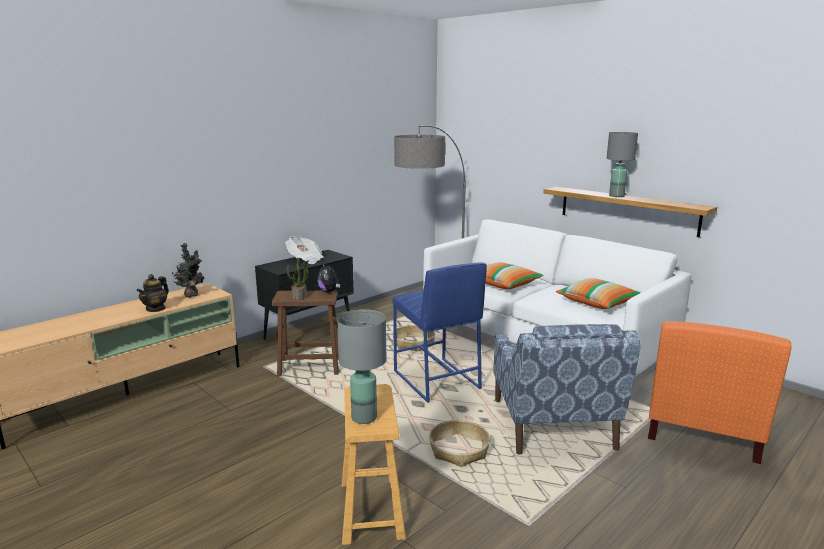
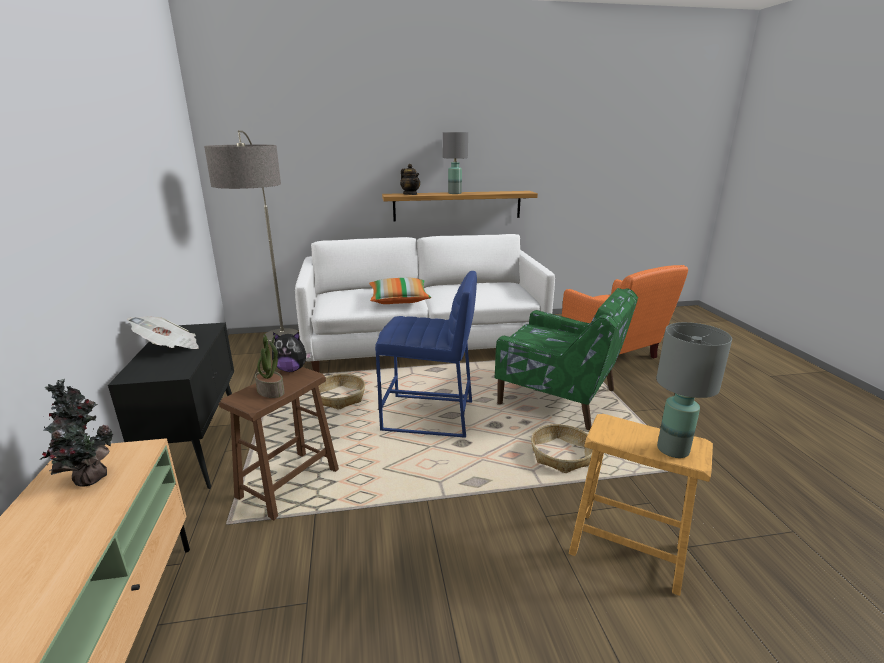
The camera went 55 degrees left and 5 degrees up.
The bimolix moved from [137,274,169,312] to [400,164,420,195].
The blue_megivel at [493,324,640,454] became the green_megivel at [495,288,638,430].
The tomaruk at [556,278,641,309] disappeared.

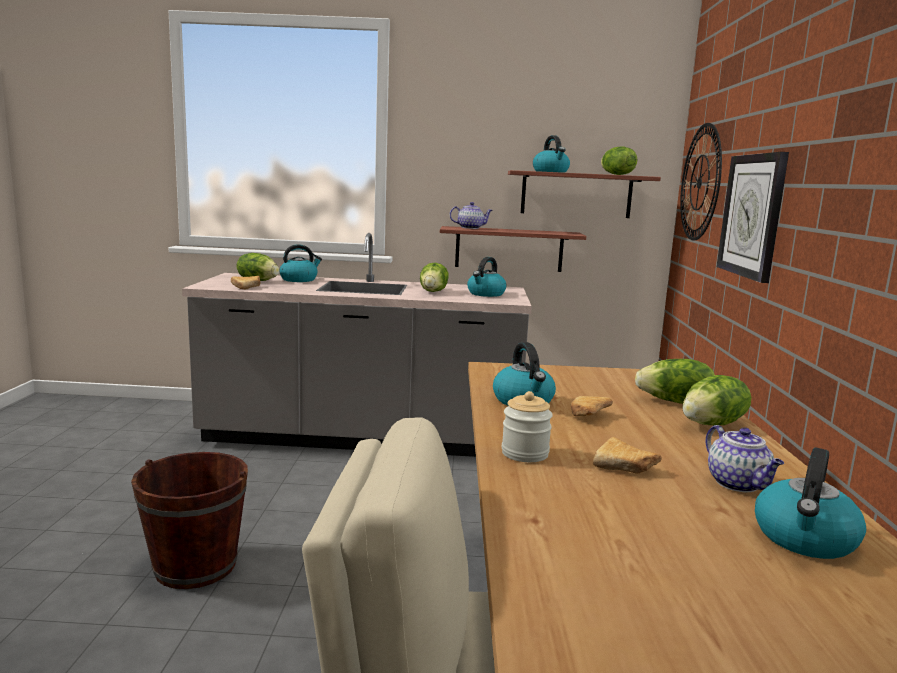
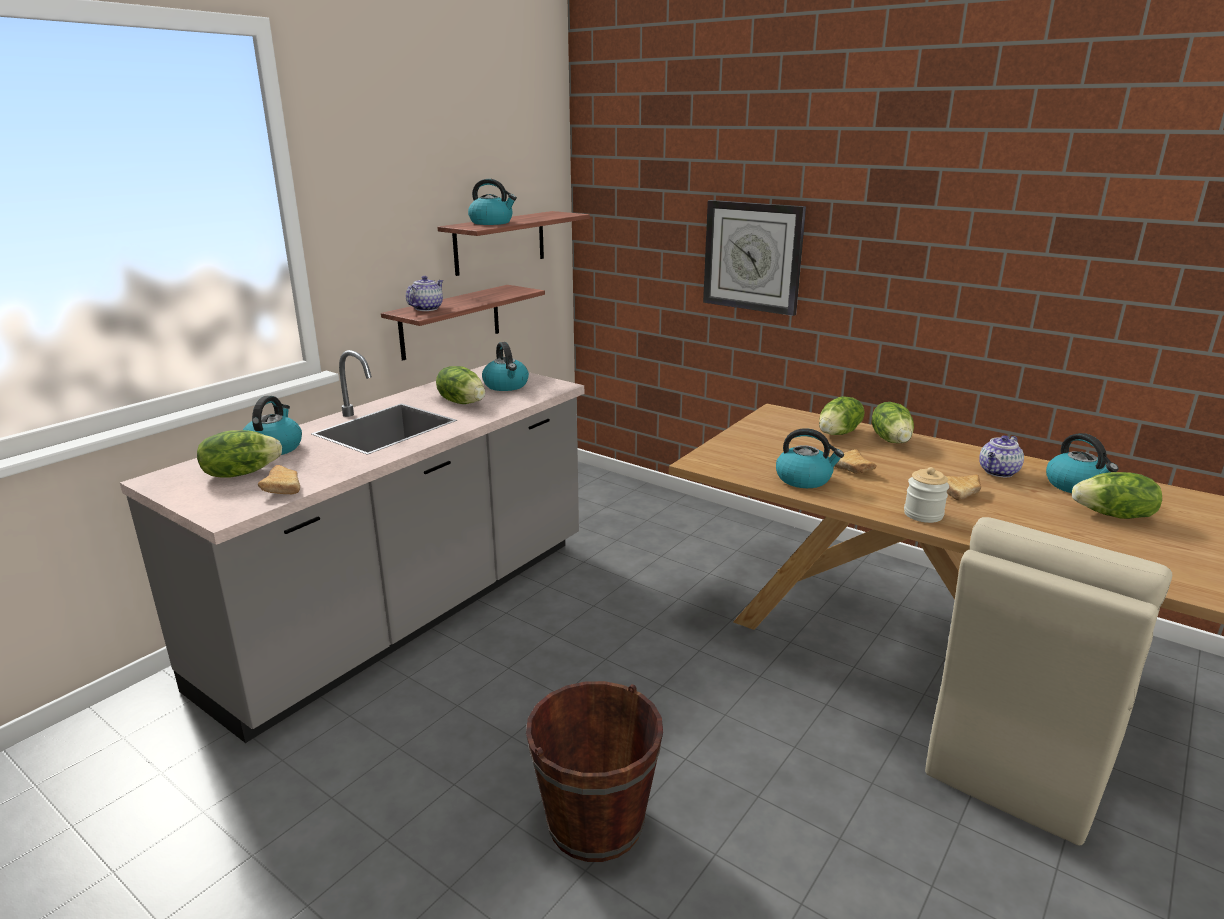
The camera went 55 degrees left and 10 degrees up.
The bimolix at [706,425,784,492] turned 120 degrees clockwise.
The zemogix moved from [601,146,637,175] to [1072,472,1162,519].
The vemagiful at [680,123,722,241] disappeared.

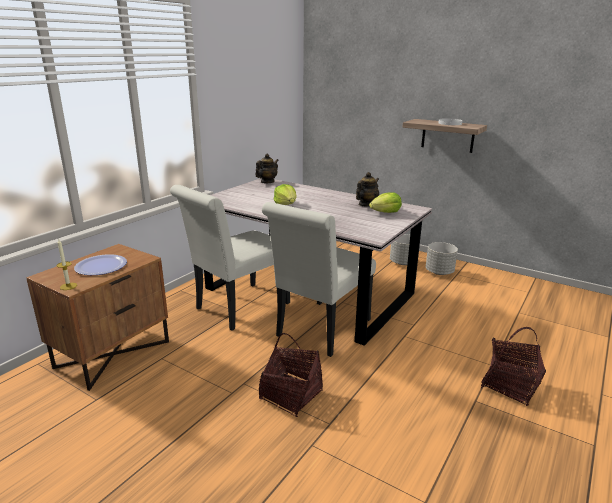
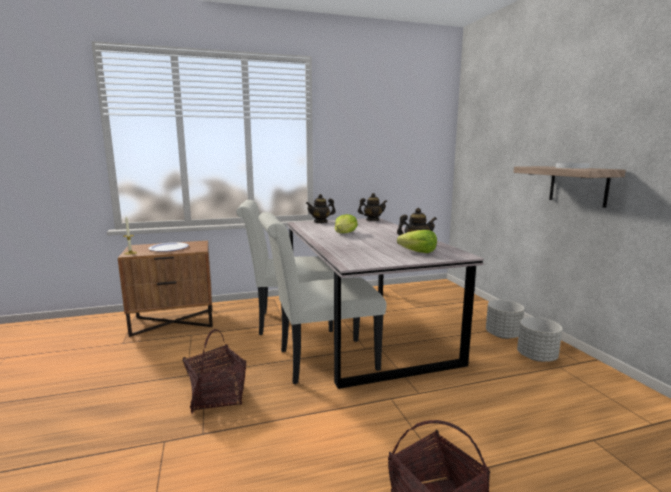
The camera went 40 degrees right and 10 degrees down.
The bimolix at [306,194,336,223] appeared.

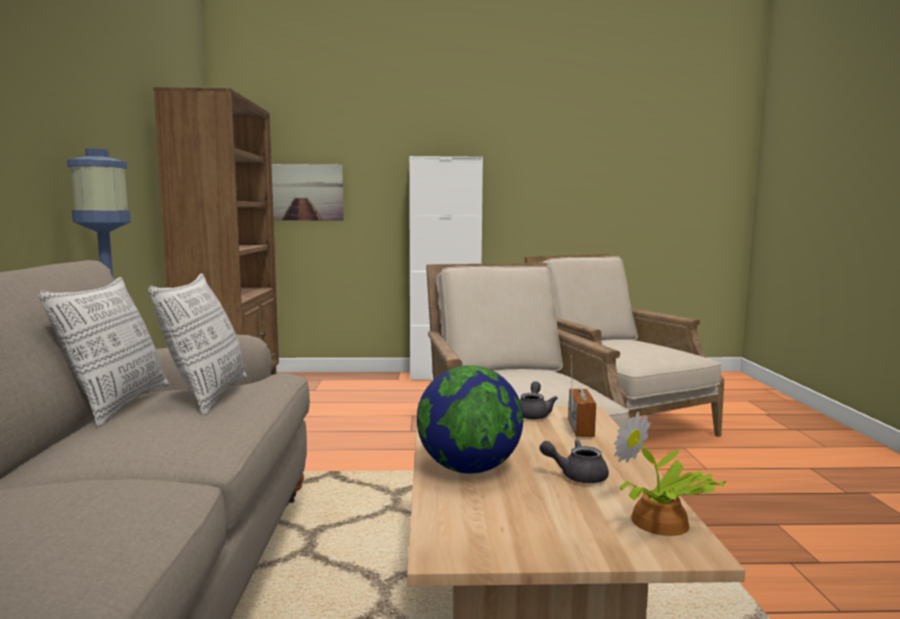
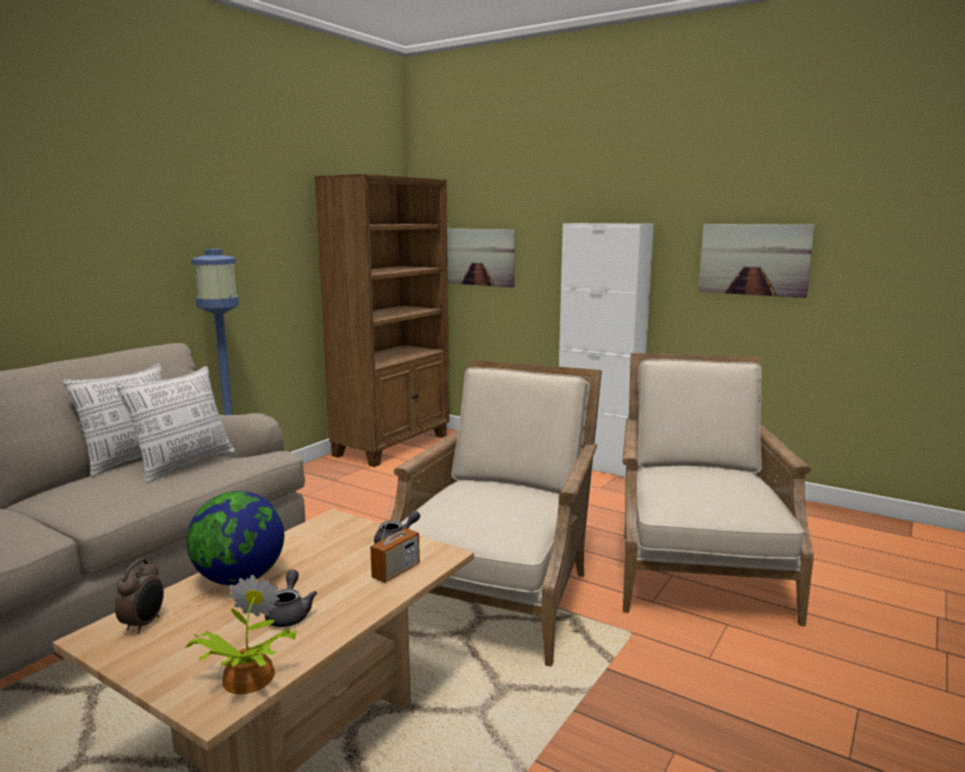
The camera went 35 degrees right and 5 degrees up.
The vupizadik at [115,559,164,634] appeared.
The grey_bimolix at [539,440,609,483] turned 45 degrees clockwise.
The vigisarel at [698,224,815,298] appeared.

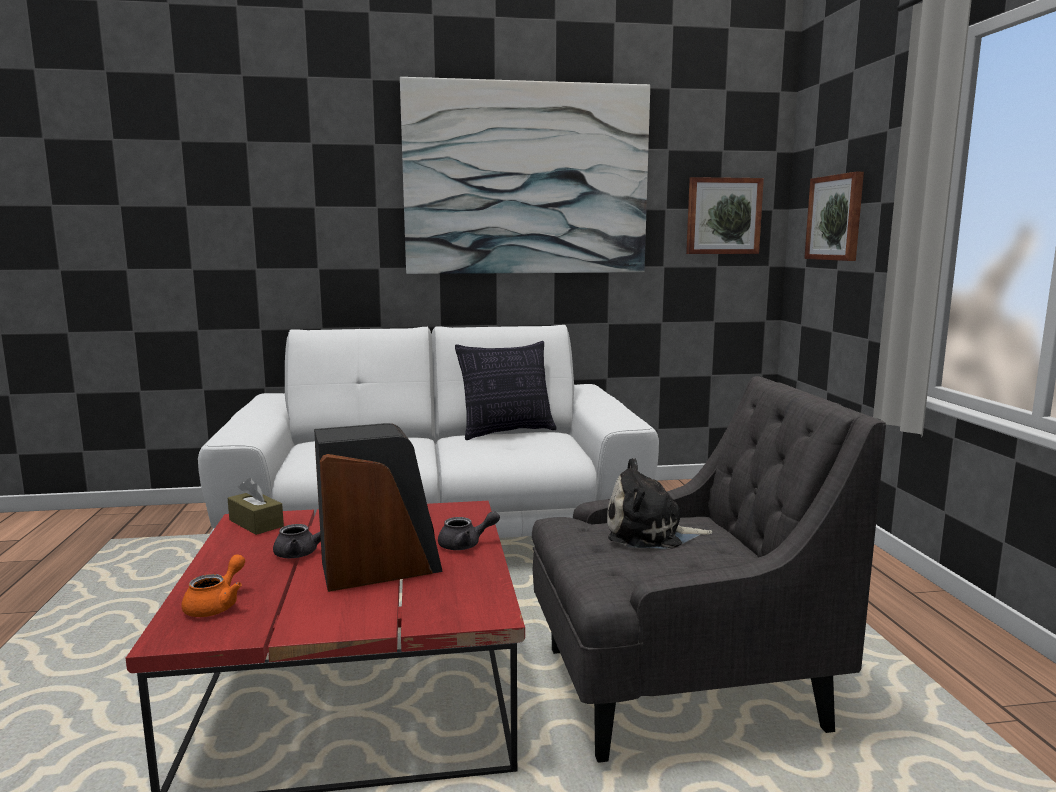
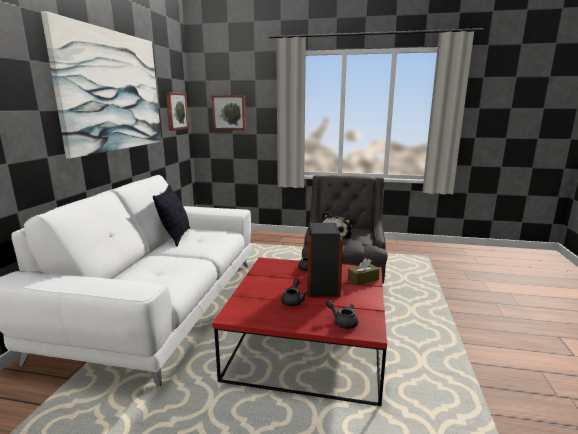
The camera went 70 degrees left and 5 degrees up.
The orange_bimolix at [181,554,245,617] became the grey_bimolix at [326,300,358,329].
The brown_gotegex moved from [228,478,284,535] to [348,258,380,286].

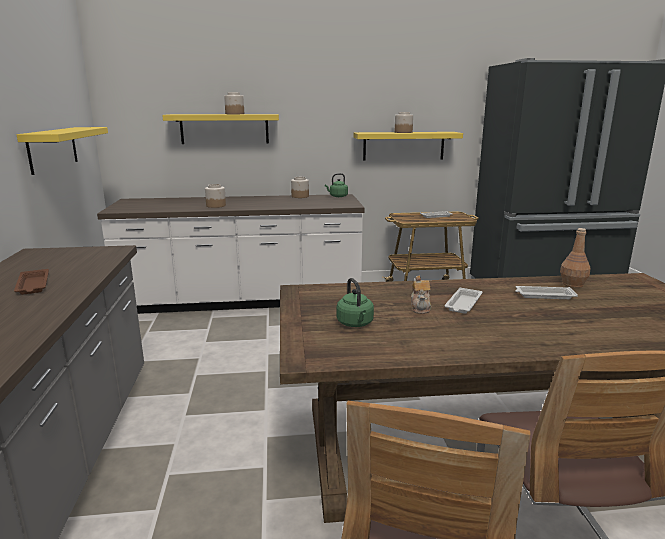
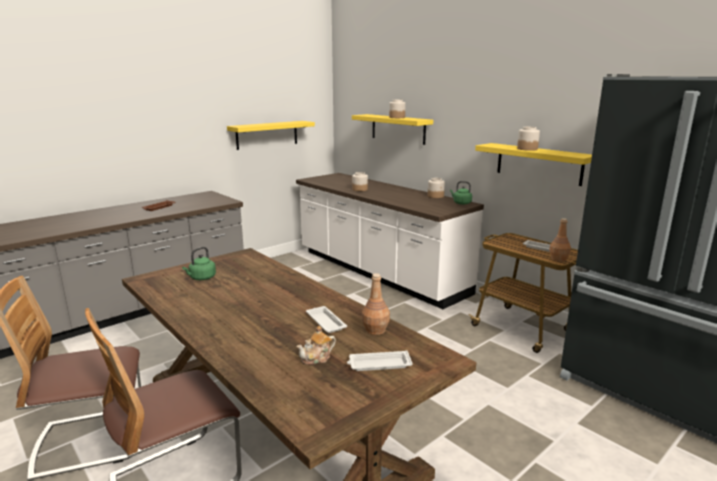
The camera went 55 degrees right and 0 degrees up.
The bimolix moved from [411,276,432,314] to [296,326,336,365].
The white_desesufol moved from [445,288,482,314] to [347,350,413,371].
The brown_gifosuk at [549,218,571,262] appeared.

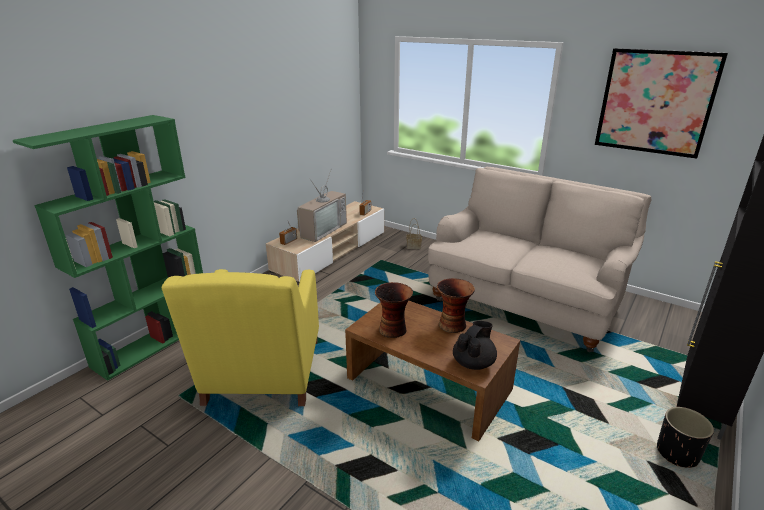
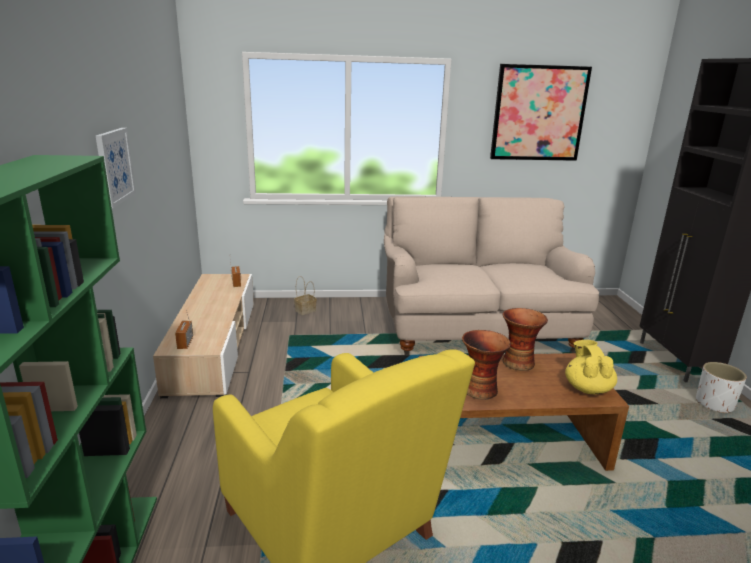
The camera went 40 degrees left and 5 degrees down.
The vigisarel at [96,128,136,209] appeared.
The black_bimolix at [453,321,497,370] became the yellow_bimolix at [565,340,617,394].
The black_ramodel at [657,407,714,468] became the white_ramodel at [696,362,747,413].
The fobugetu at [297,170,347,242] disappeared.

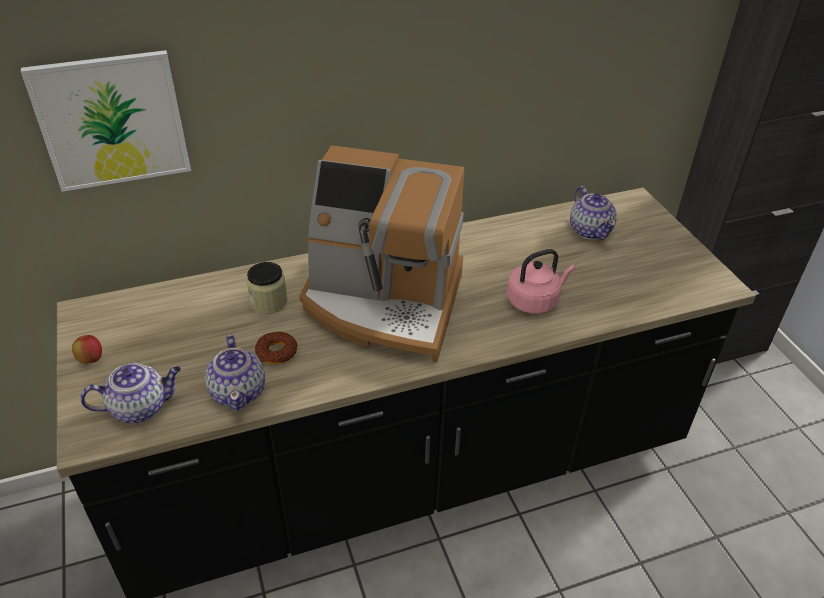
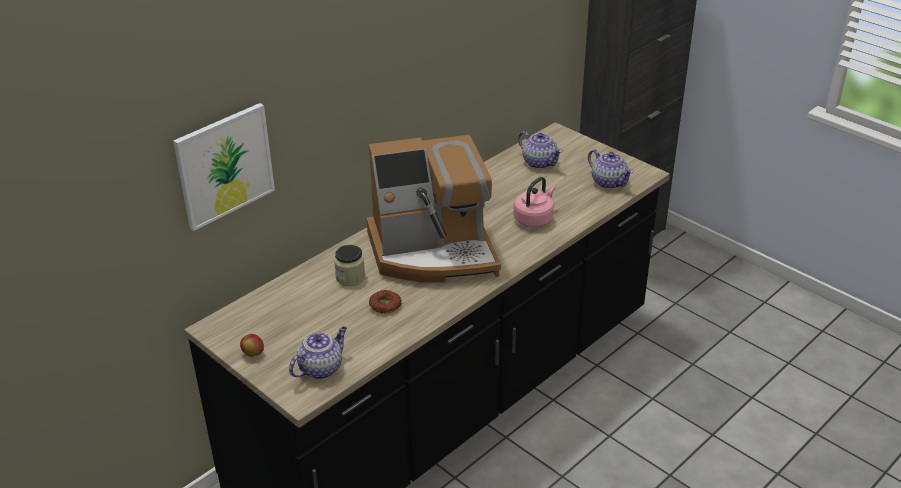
The camera went 25 degrees left and 5 degrees down.
The bimolix moved from [205,335,265,411] to [588,149,634,189].

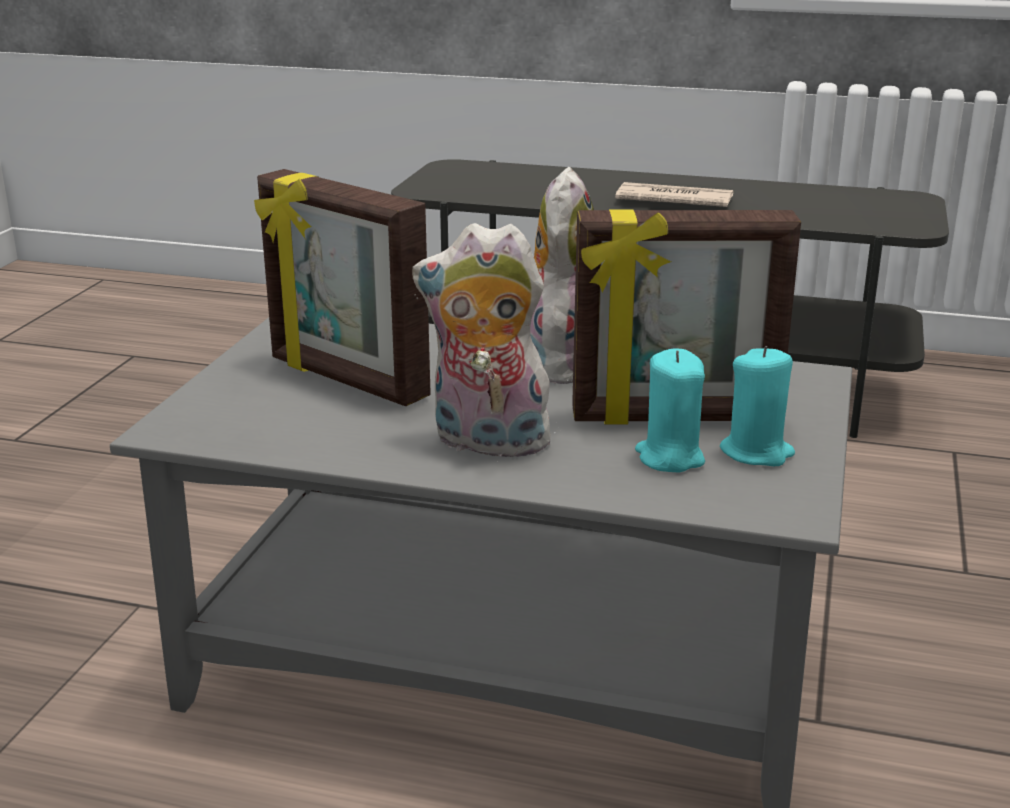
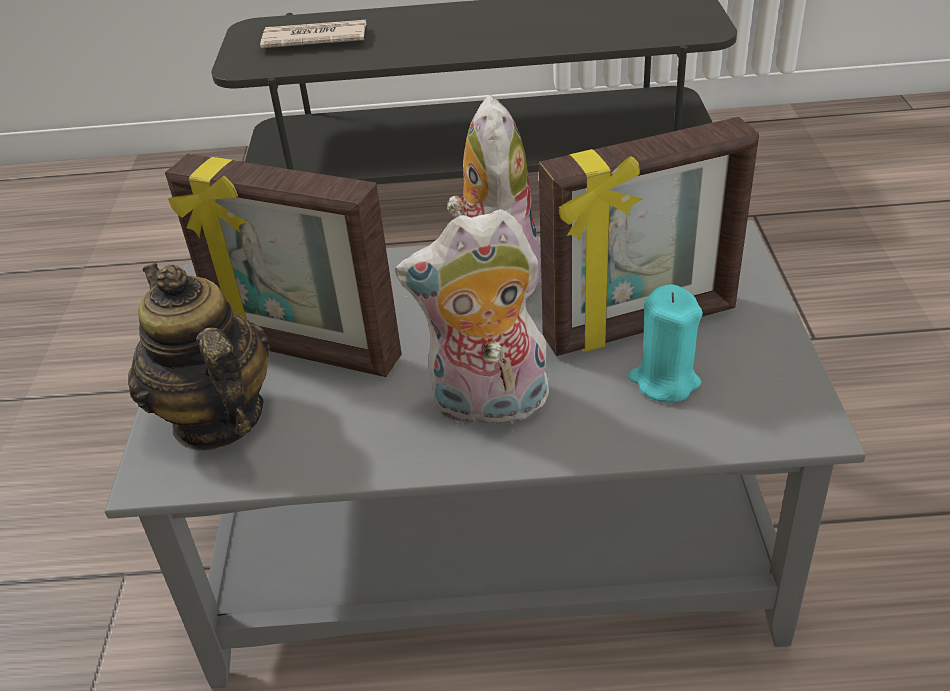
The camera went 15 degrees left and 15 degrees up.
The bimolix at [128,263,270,451] appeared.
The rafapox moved from [615,182,734,207] to [260,20,366,48].
The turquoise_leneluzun at [720,346,795,466] disappeared.

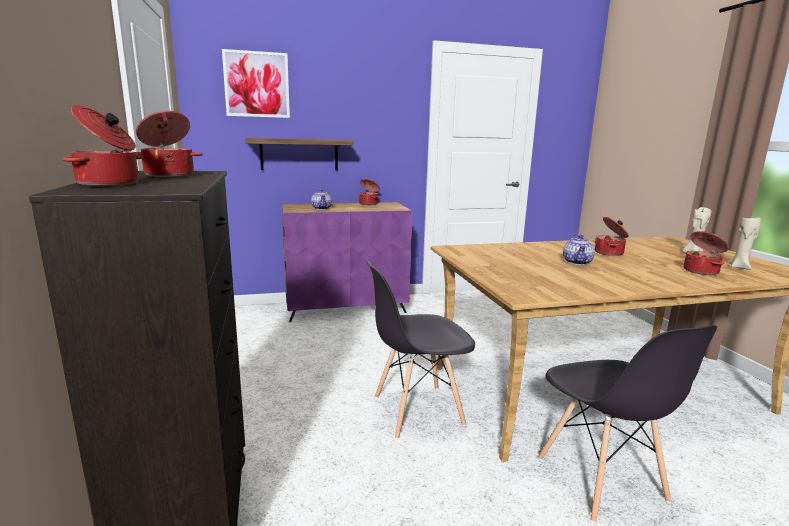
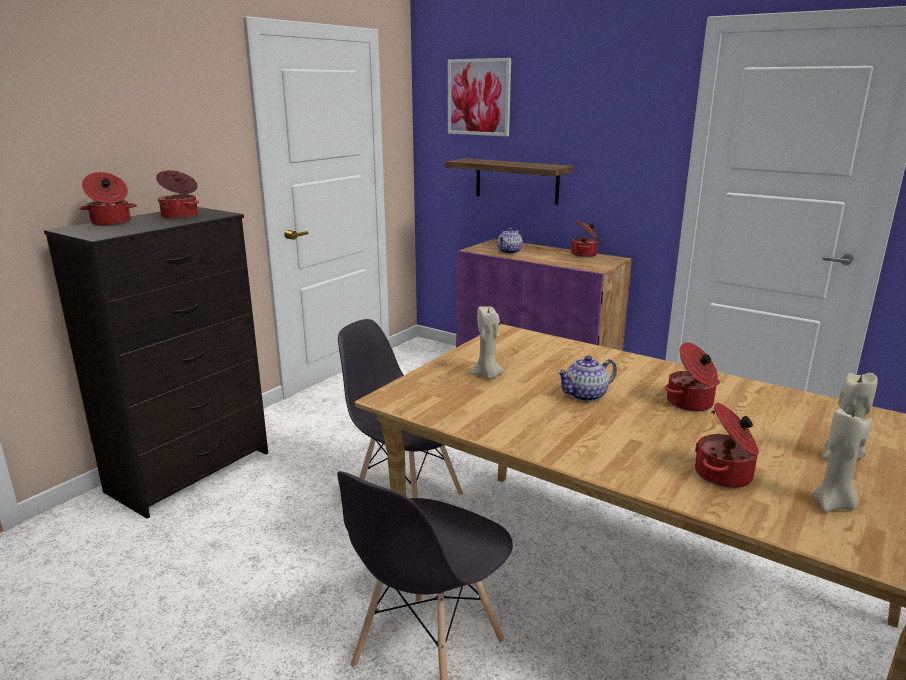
The camera went 50 degrees right and 5 degrees up.
The beige_leneluzun at [470,306,504,379] appeared.

